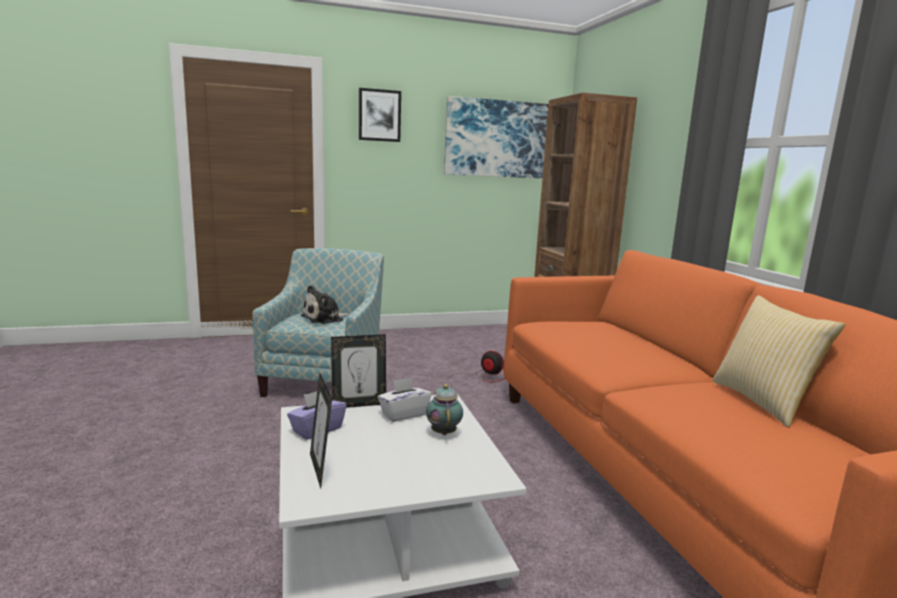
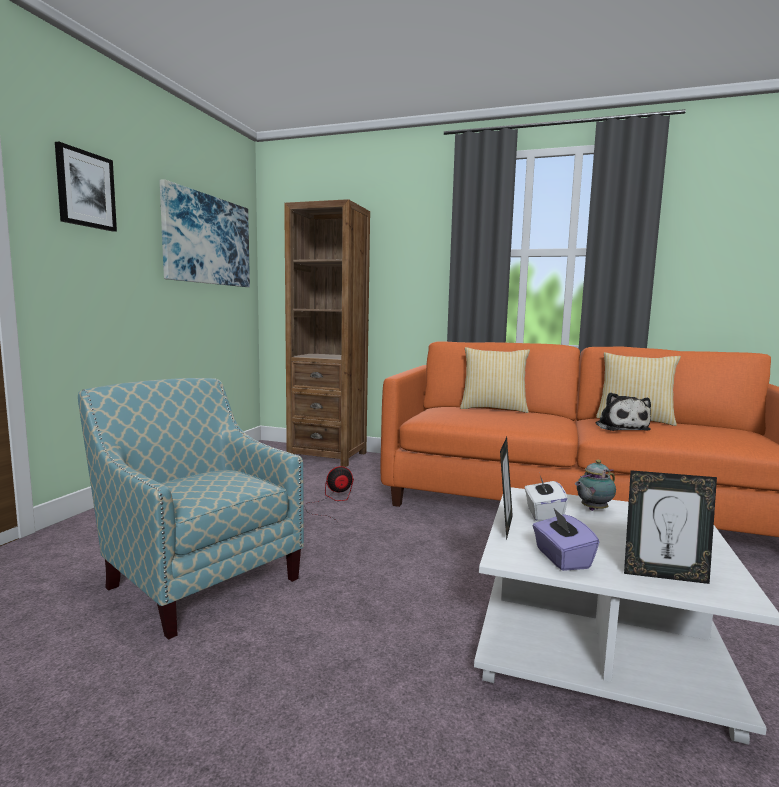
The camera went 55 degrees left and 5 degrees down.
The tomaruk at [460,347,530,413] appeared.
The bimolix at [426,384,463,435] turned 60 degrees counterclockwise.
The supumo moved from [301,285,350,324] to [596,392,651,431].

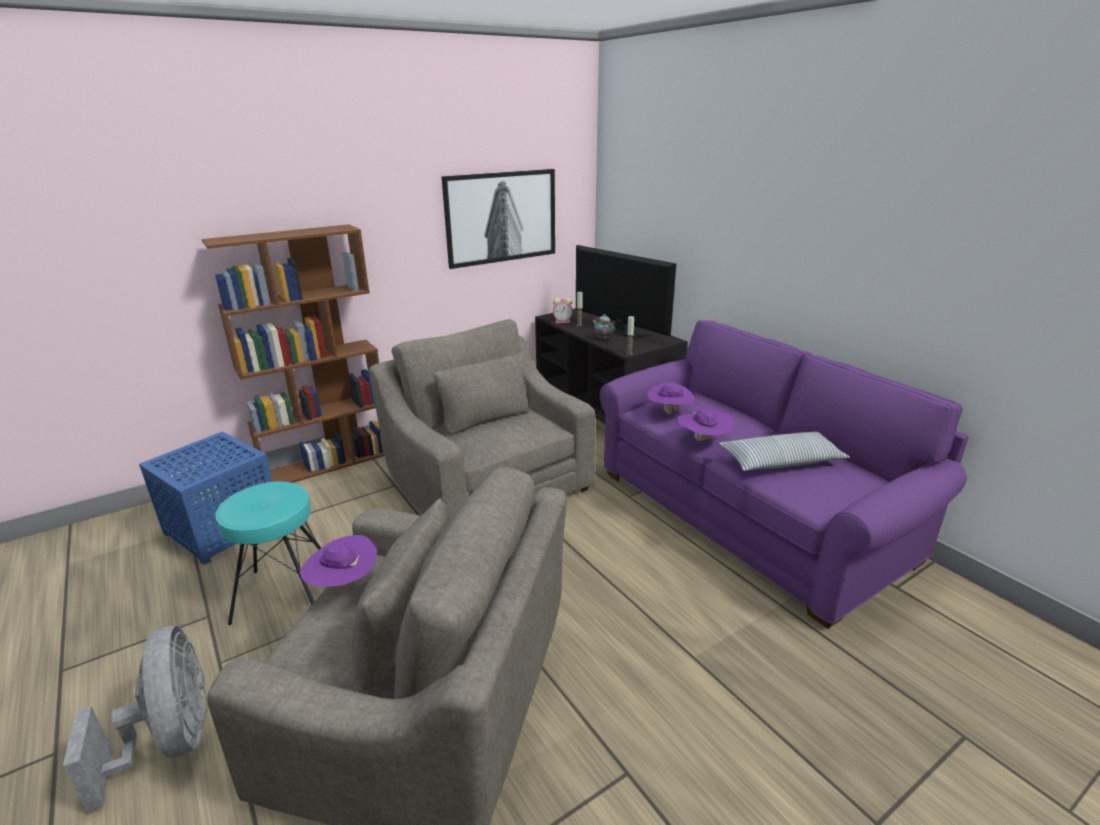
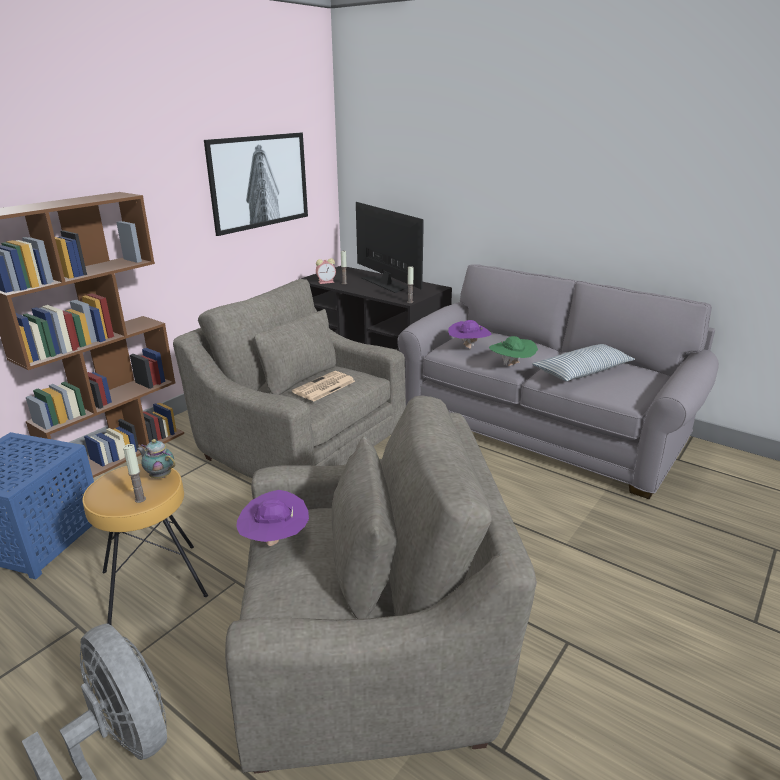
The camera went 20 degrees left and 0 degrees up.
The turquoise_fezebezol at [216,482,321,625] became the brown_fezebezol at [82,464,208,625].
The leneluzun at [123,444,146,503] appeared.
The bimolix moved from [593,314,615,340] to [137,439,176,478].
The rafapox at [292,371,355,401] appeared.
The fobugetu at [576,245,677,338] turned 150 degrees counterclockwise.
The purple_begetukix at [600,320,969,629] became the grey_begetukix at [397,264,719,499].
The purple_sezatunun at [677,408,734,441] became the green_sezatunun at [489,336,538,366].

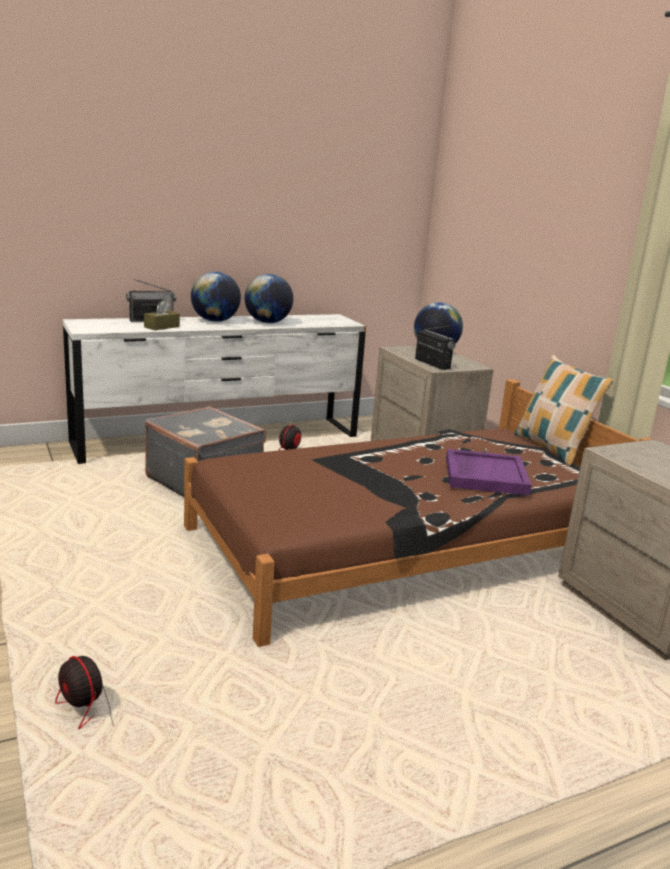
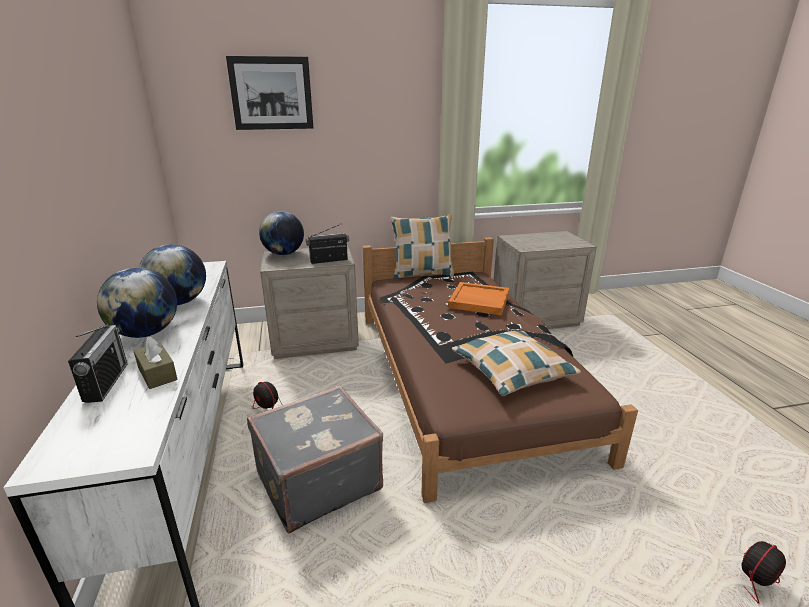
The camera went 75 degrees left and 5 degrees up.
The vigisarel at [226,56,313,130] appeared.
The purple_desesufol at [446,449,532,495] became the orange_desesufol at [448,282,509,315].
The tomaruk at [452,331,581,396] appeared.

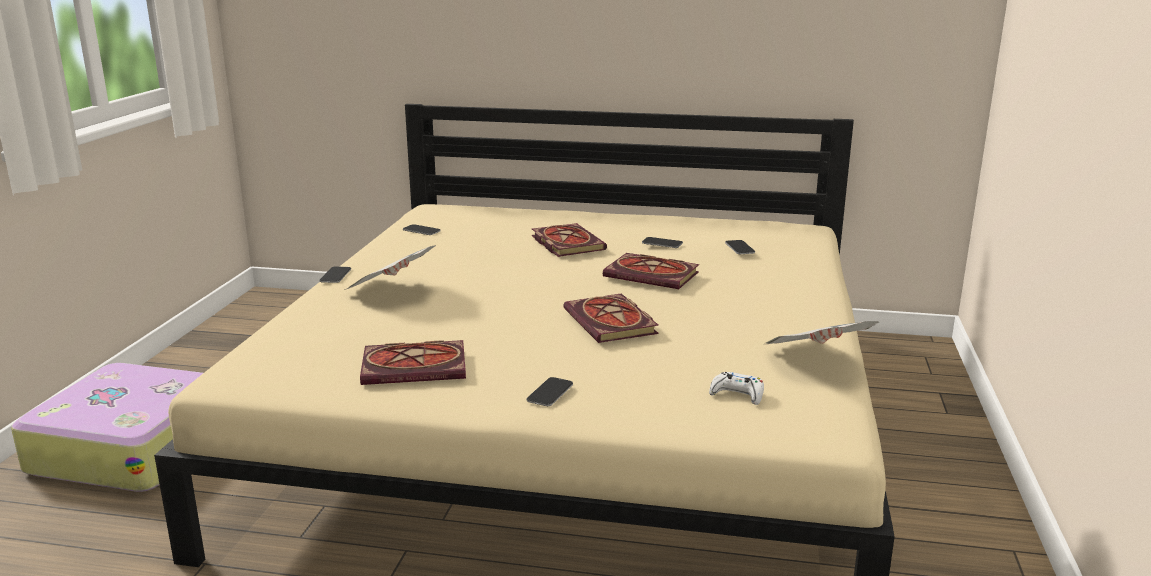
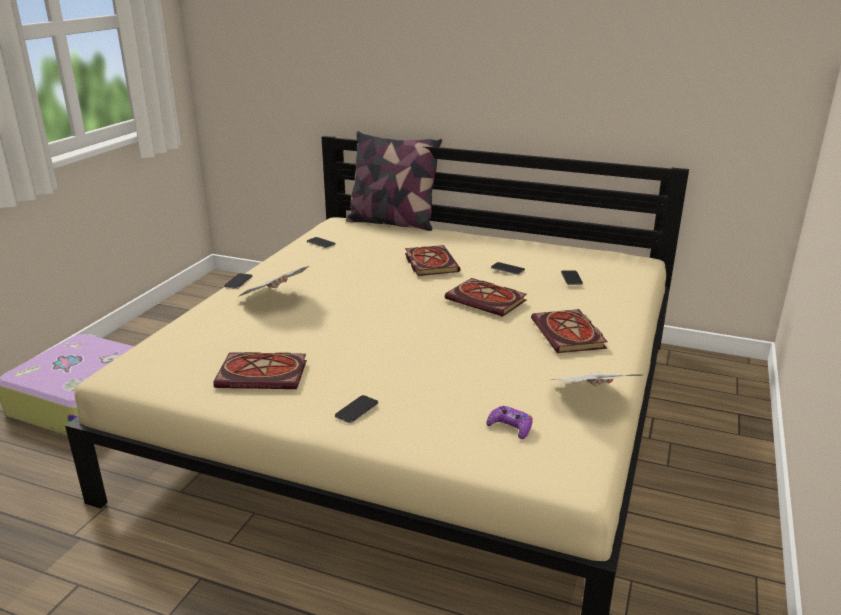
The camera went 10 degrees right and 5 degrees up.
The tomaruk at [346,131,442,231] appeared.
The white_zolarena at [709,372,764,405] became the purple_zolarena at [486,406,533,439].
The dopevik moved from [563,293,659,343] to [531,309,608,353].

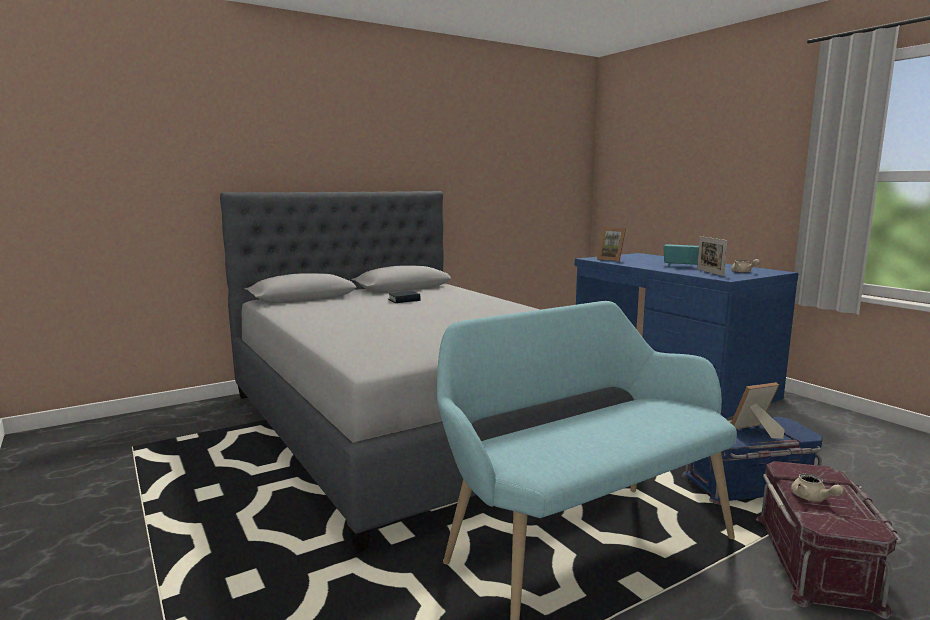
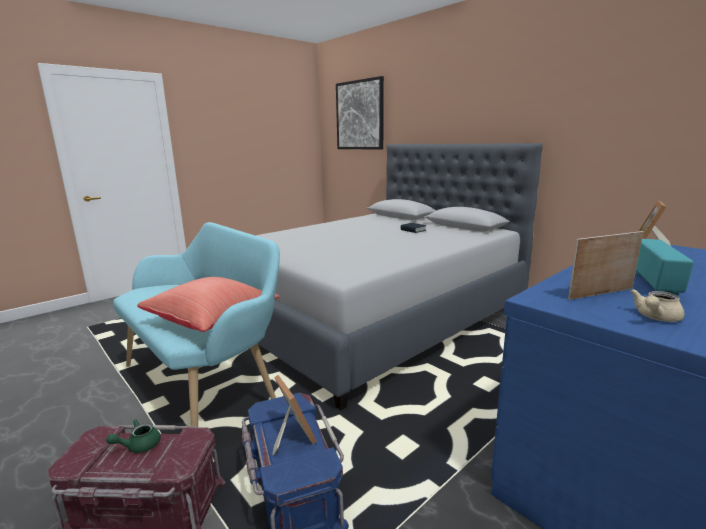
The camera went 80 degrees right and 5 degrees up.
The beige_bimolix at [791,473,844,501] became the green_bimolix at [106,419,161,453].
The red_tomaruk at [137,277,280,332] appeared.
The vigisarel at [336,76,384,150] appeared.

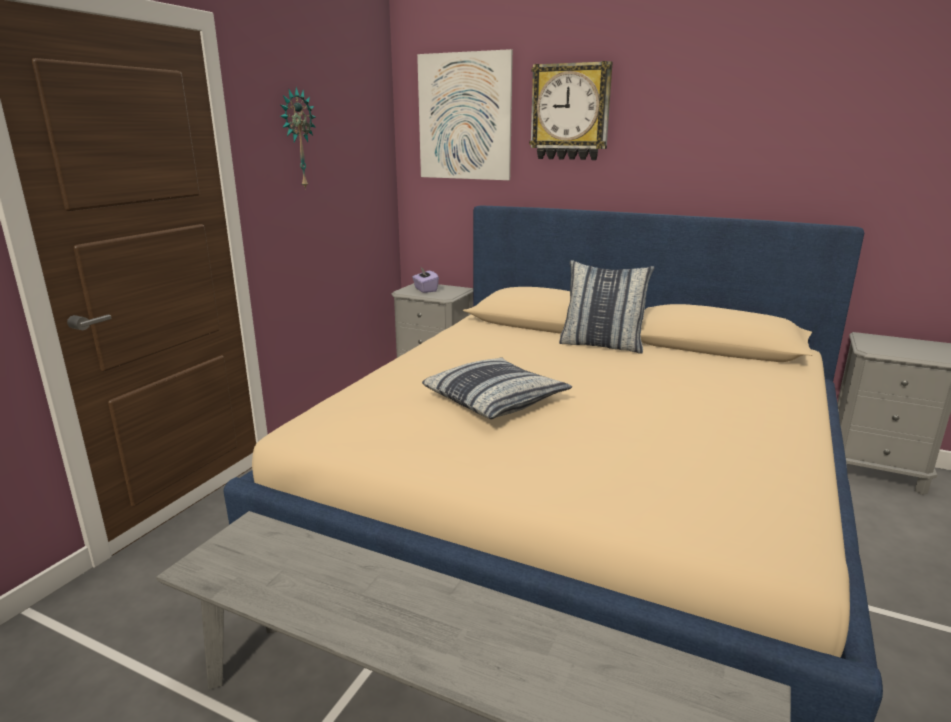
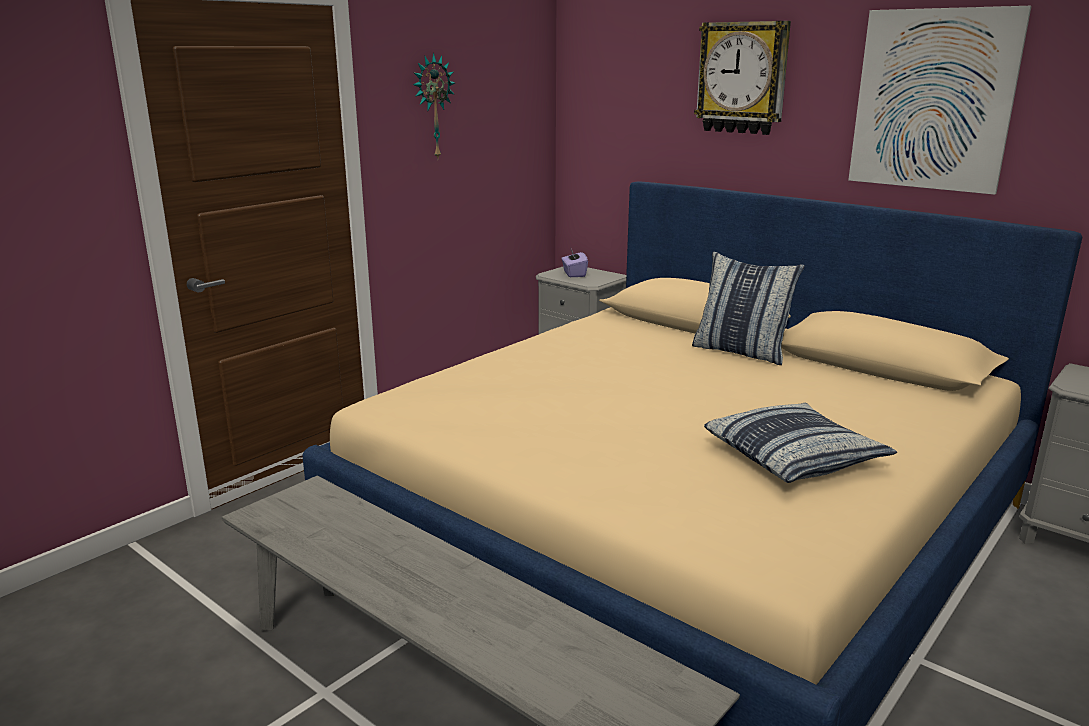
The camera went 15 degrees right and 0 degrees up.
The tomaruk moved from [422,357,572,420] to [704,403,897,483].
The vigisarel moved from [417,49,513,180] to [848,6,1032,195].

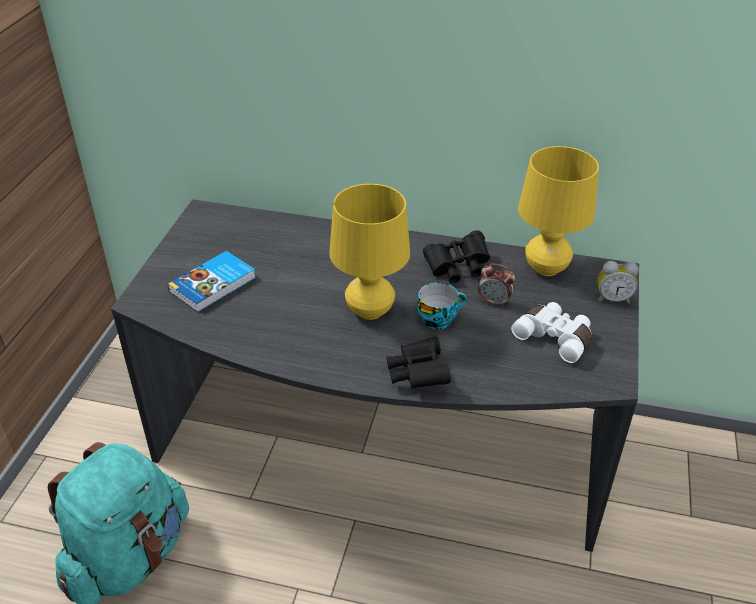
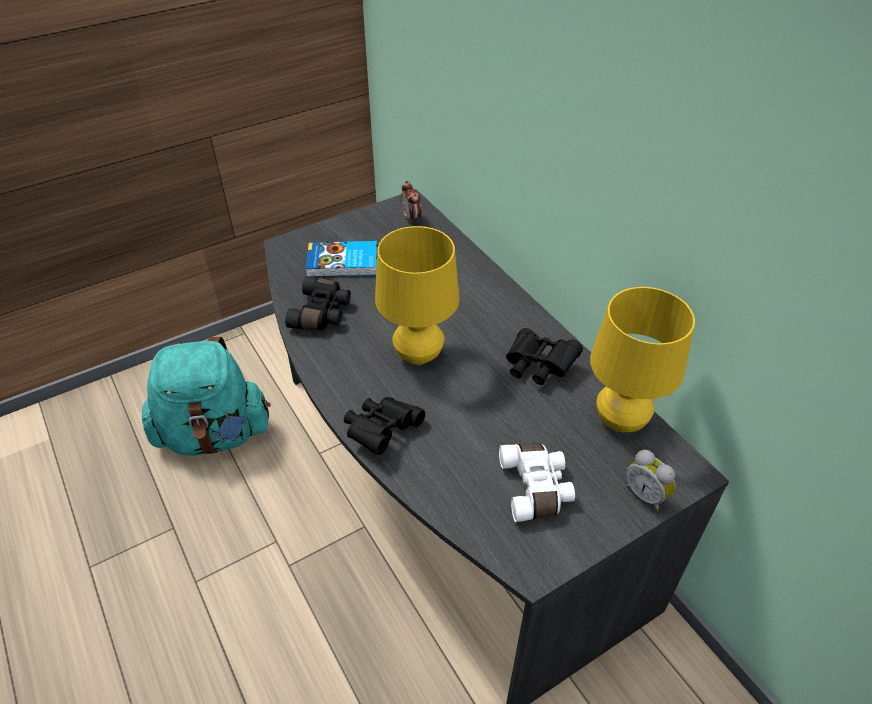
The camera went 45 degrees right and 5 degrees up.
The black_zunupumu at [285,276,351,330] appeared.
The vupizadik moved from [478,263,515,307] to [400,181,422,223].
The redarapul at [417,282,467,329] disappeared.

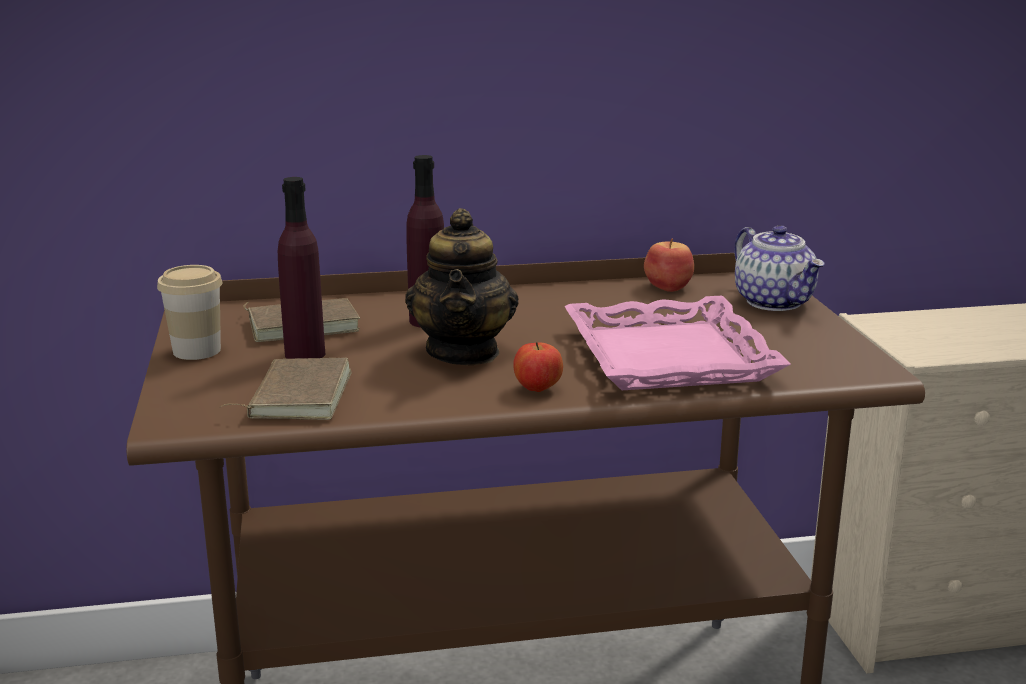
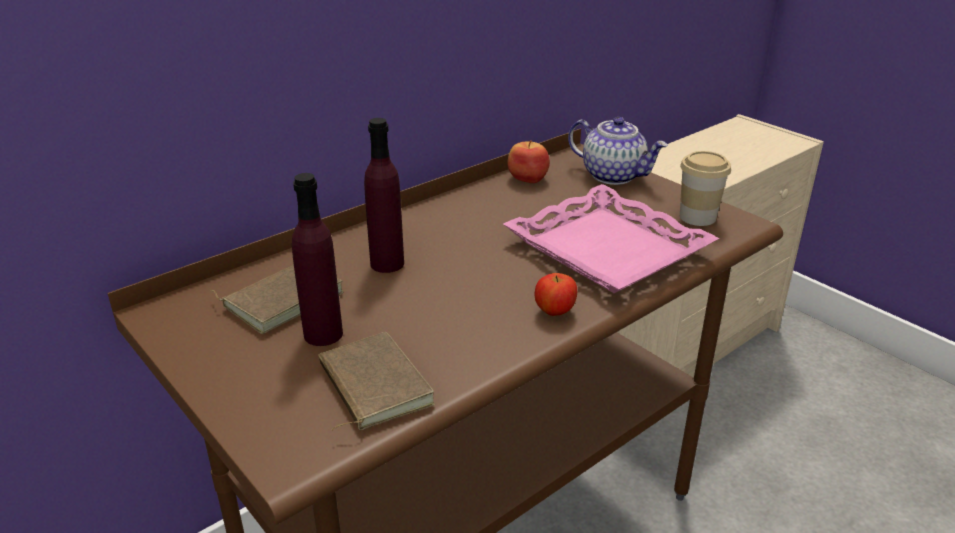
The camera went 30 degrees left and 10 degrees up.
The redarapul moved from [157,265,223,360] to [680,151,731,226].
The bimolix at [405,208,519,365] disappeared.

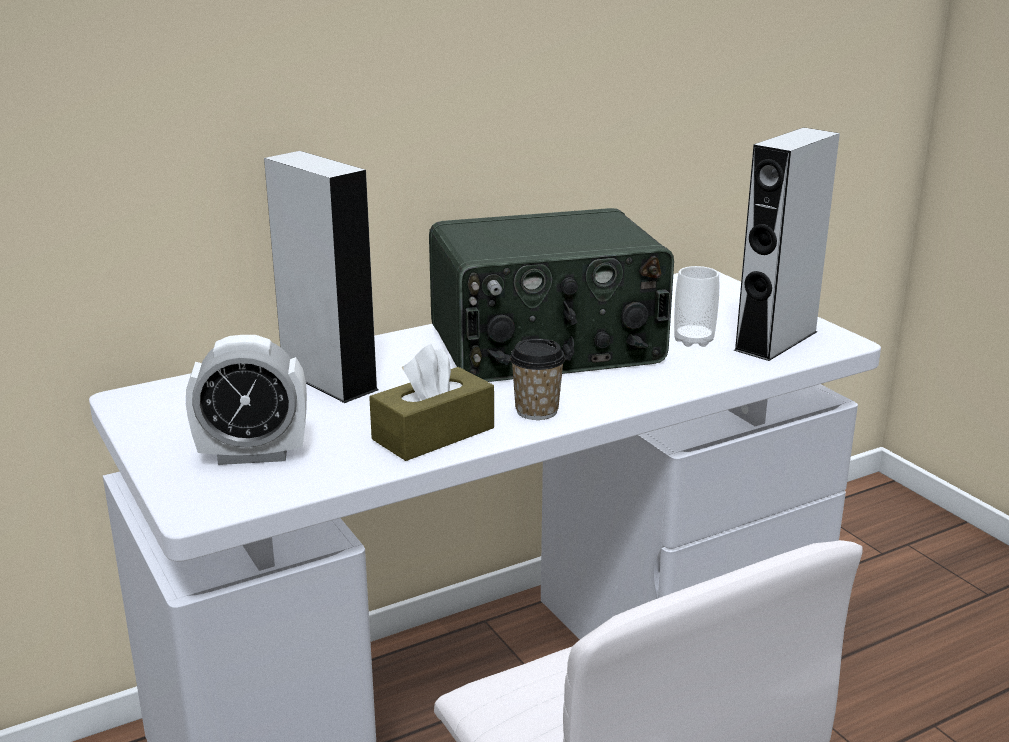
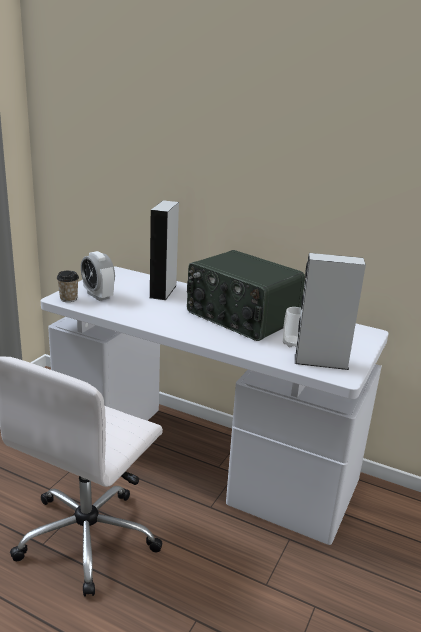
The camera went 55 degrees right and 0 degrees up.
The redarapul moved from [510,338,565,420] to [57,270,79,302].
The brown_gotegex at [369,344,494,461] disappeared.

